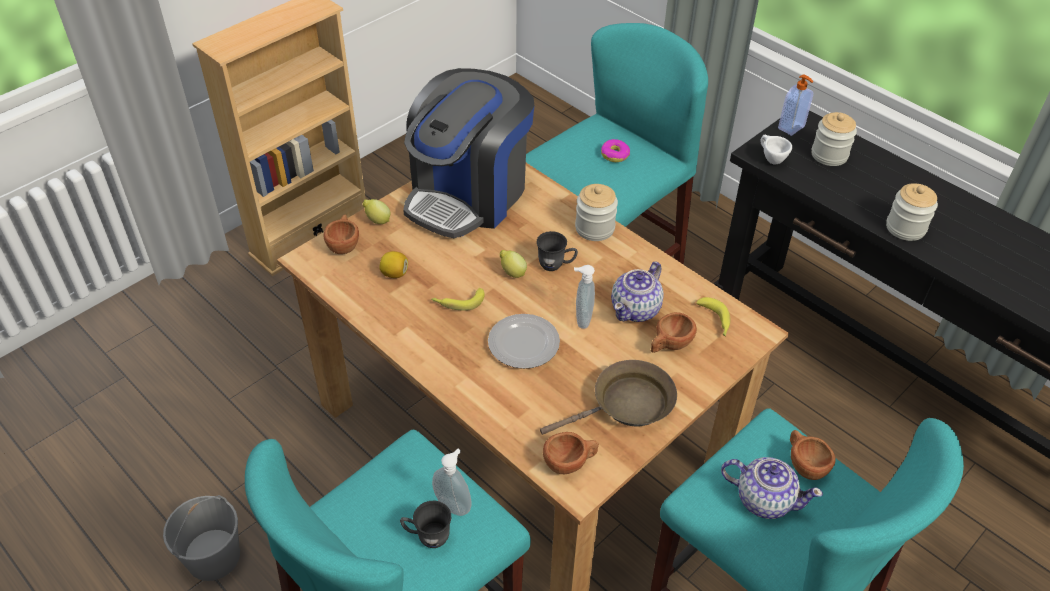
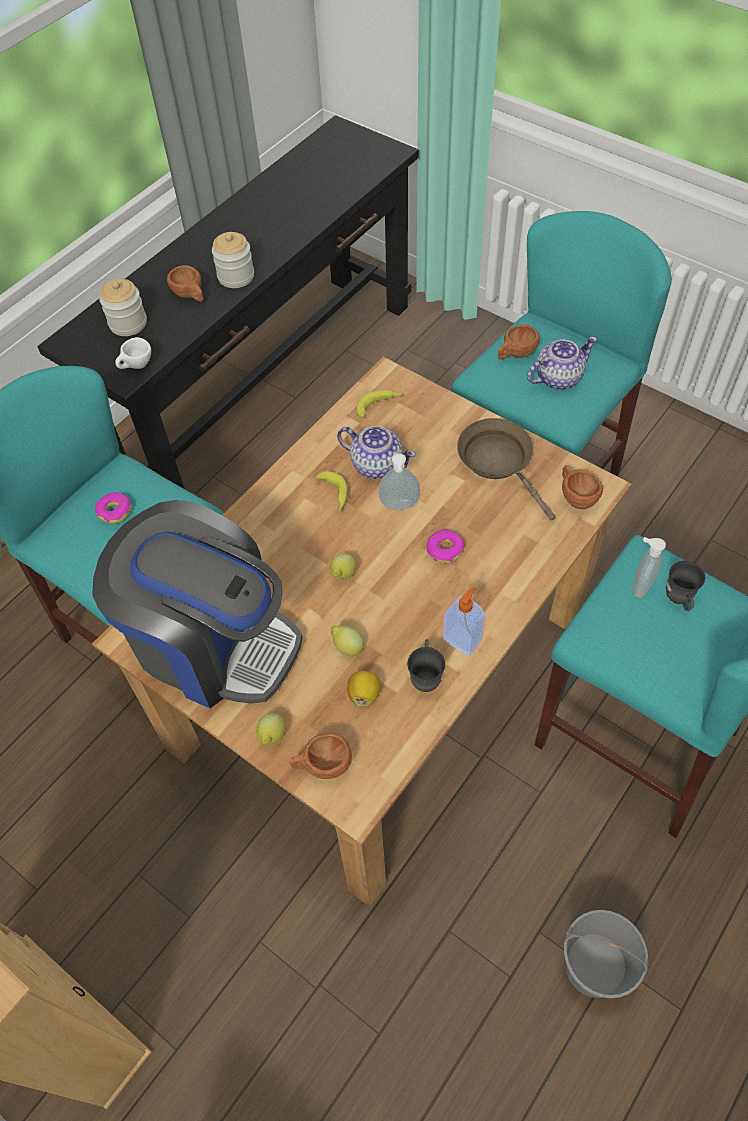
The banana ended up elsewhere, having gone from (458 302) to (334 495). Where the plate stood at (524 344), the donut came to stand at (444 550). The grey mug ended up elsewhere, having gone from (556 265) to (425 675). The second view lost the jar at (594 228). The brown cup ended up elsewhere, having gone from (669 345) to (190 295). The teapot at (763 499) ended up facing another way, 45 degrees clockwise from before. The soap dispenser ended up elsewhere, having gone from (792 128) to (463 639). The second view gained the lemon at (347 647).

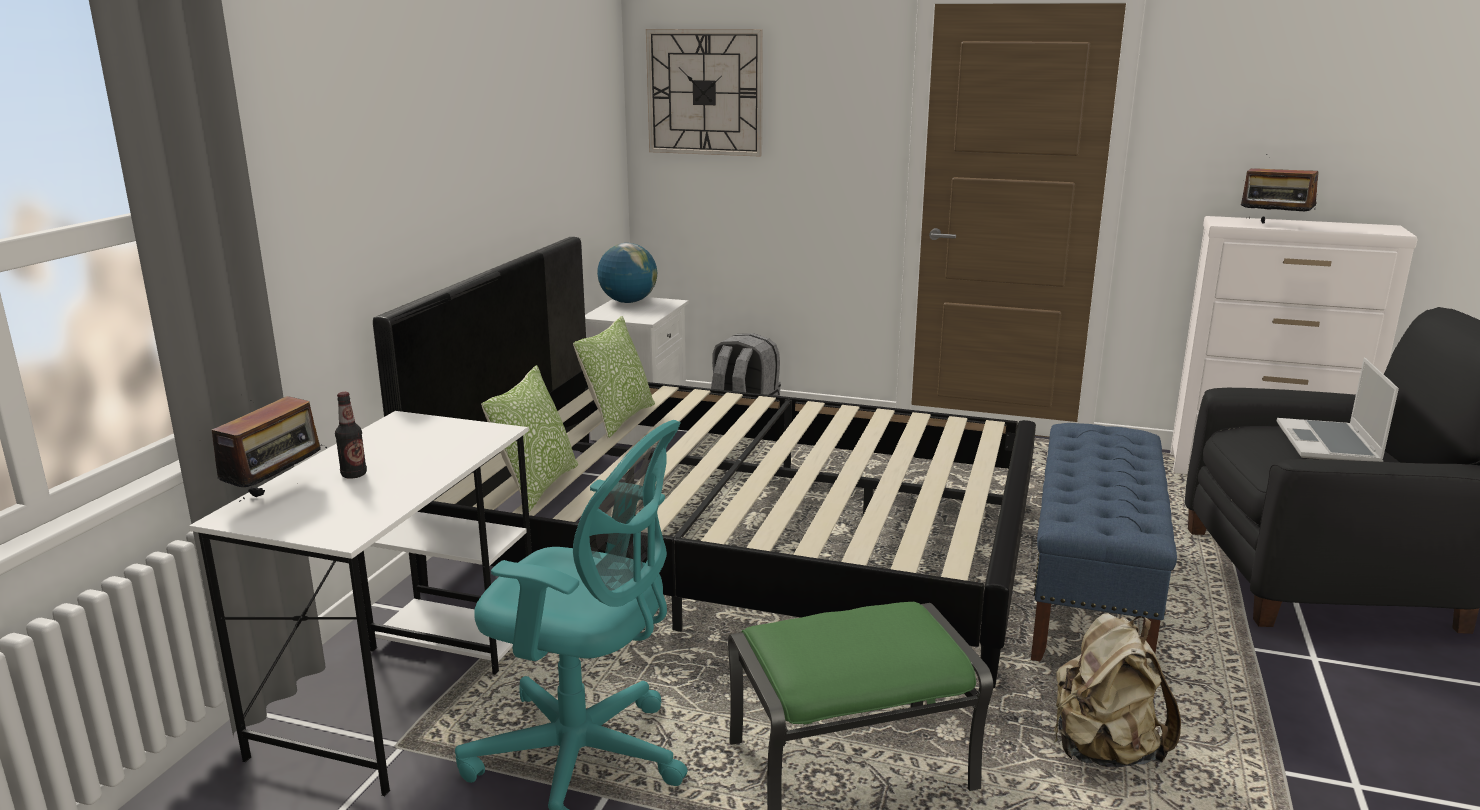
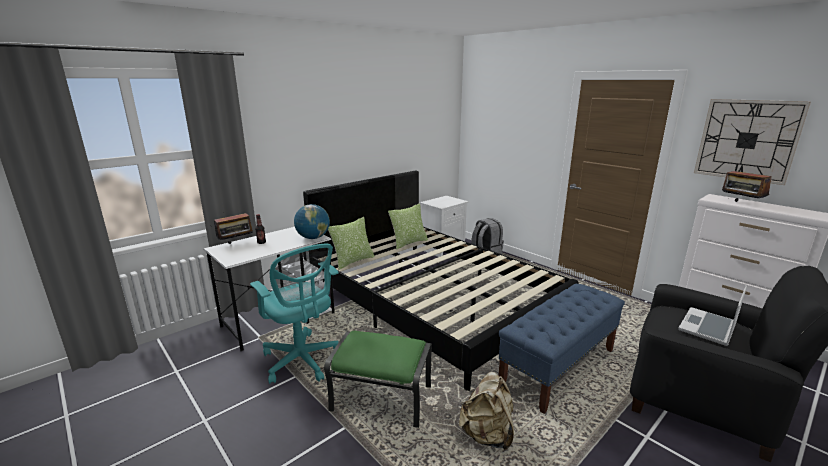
The globe ended up elsewhere, having gone from (628 302) to (313 238). The wall clock ended up elsewhere, having gone from (705 92) to (747 140).

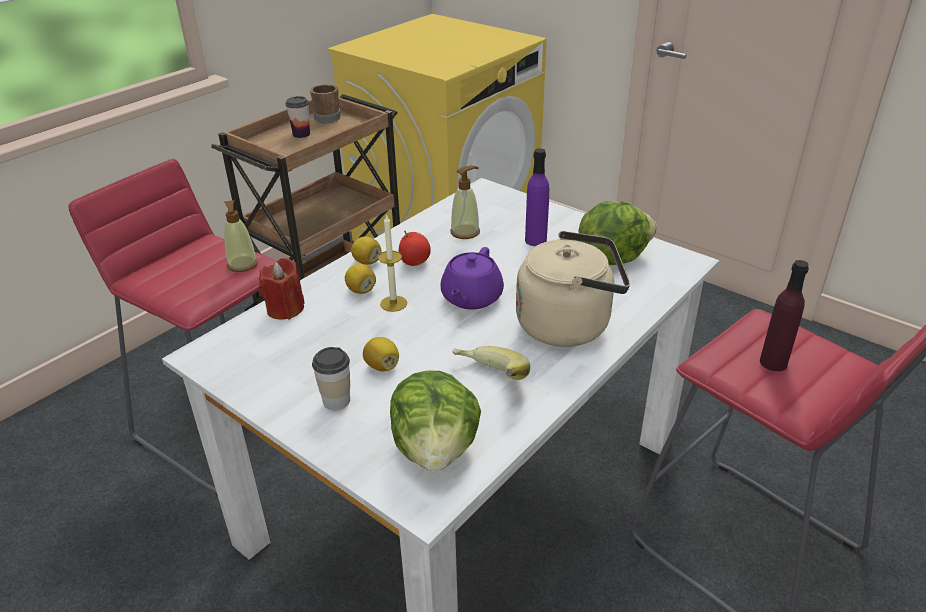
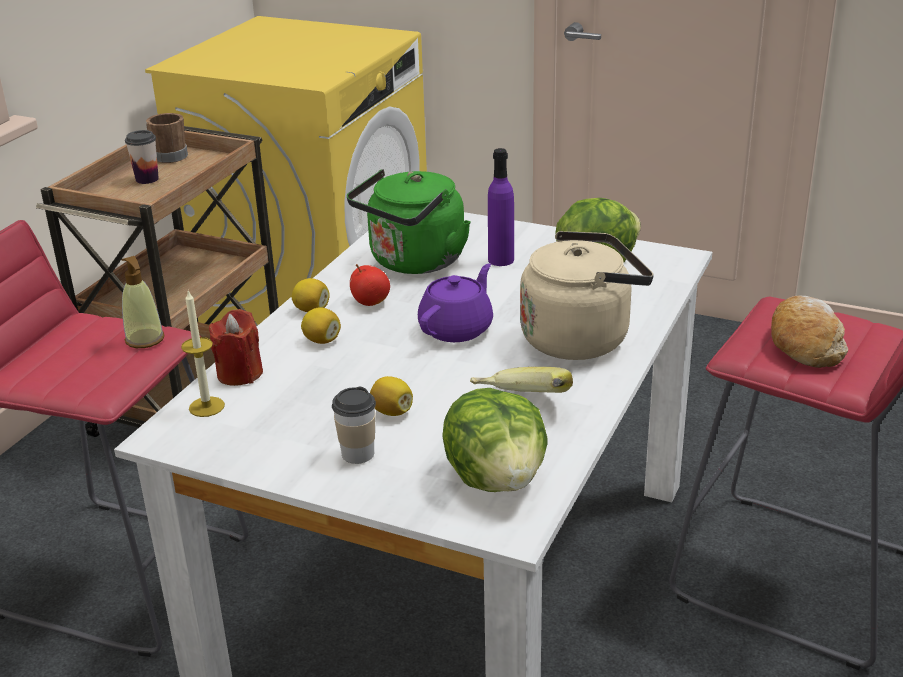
The candle ended up elsewhere, having gone from (393 303) to (206 407). The purple teapot at (471 298) ended up facing another way, 150 degrees counterclockwise from before. Where the soap dispenser stood at (465 232), the green kettle came to stand at (414 262). Where the purple bottle stood at (773 362), the bread came to stand at (804 344).

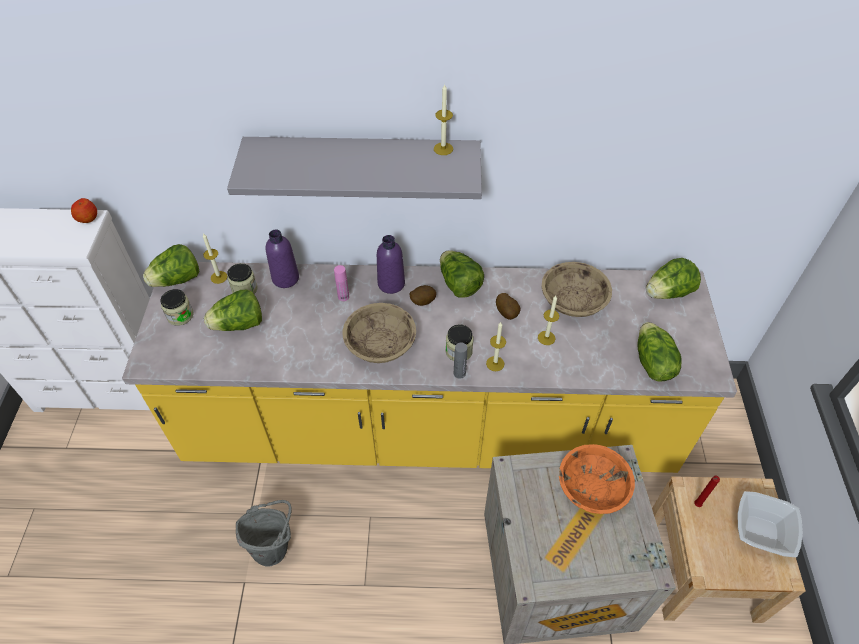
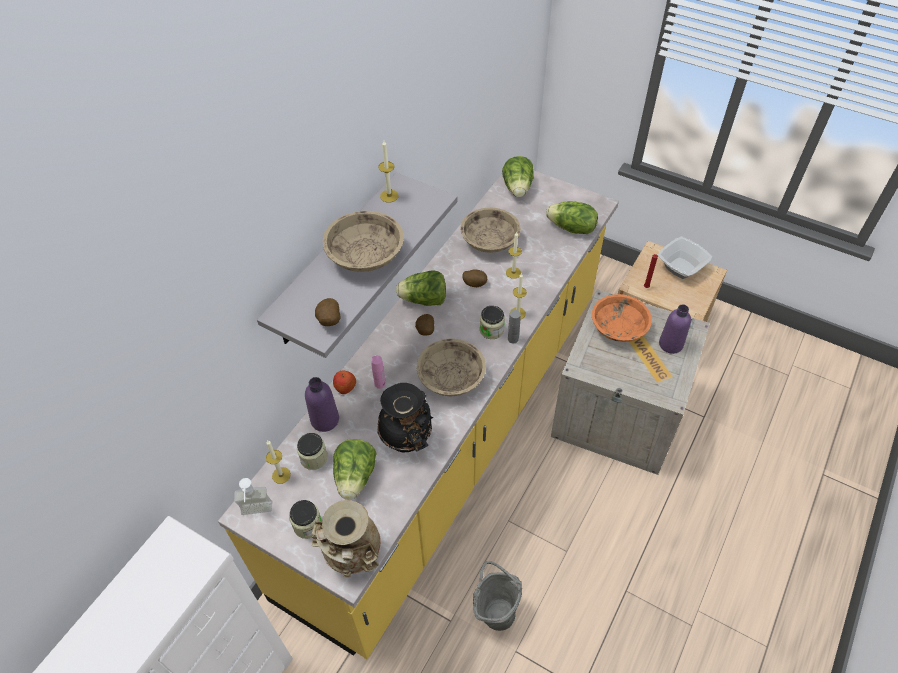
The apple ended up elsewhere, having gone from (87 218) to (345 387). Where the lettuce stood at (177 280), the soap dispenser came to stand at (256 514). The purple bottle ended up elsewhere, having gone from (391 284) to (670 344). The second view gained the beige vase at (353 557). The second view gained the potato at (329 321). The second view gained the beige bowl at (366 256). The second view gained the black vase at (408 439).

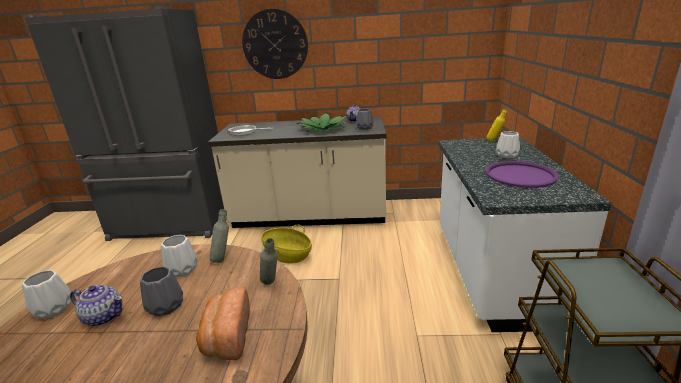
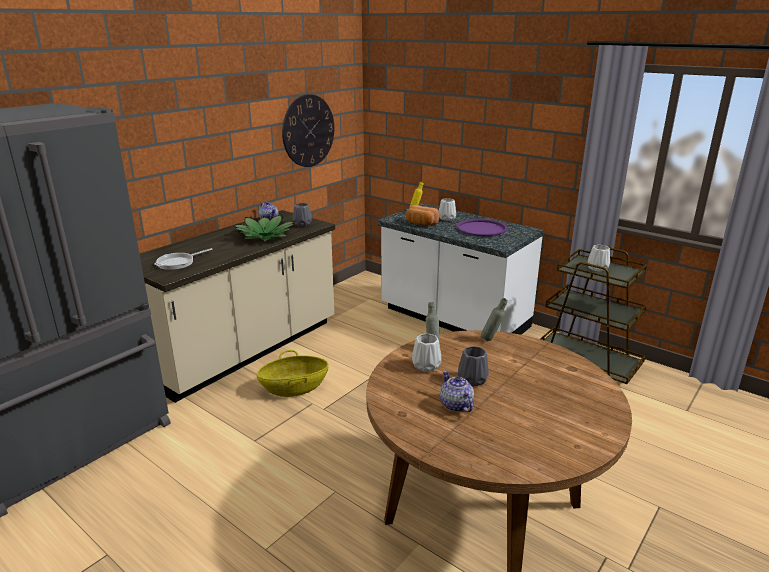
The white vase ended up elsewhere, having gone from (54 308) to (597 268). The teapot at (104 316) ended up facing another way, 75 degrees counterclockwise from before. The bread ended up elsewhere, having gone from (226 337) to (421 224). The wall clock ended up elsewhere, having gone from (275 44) to (308 131).

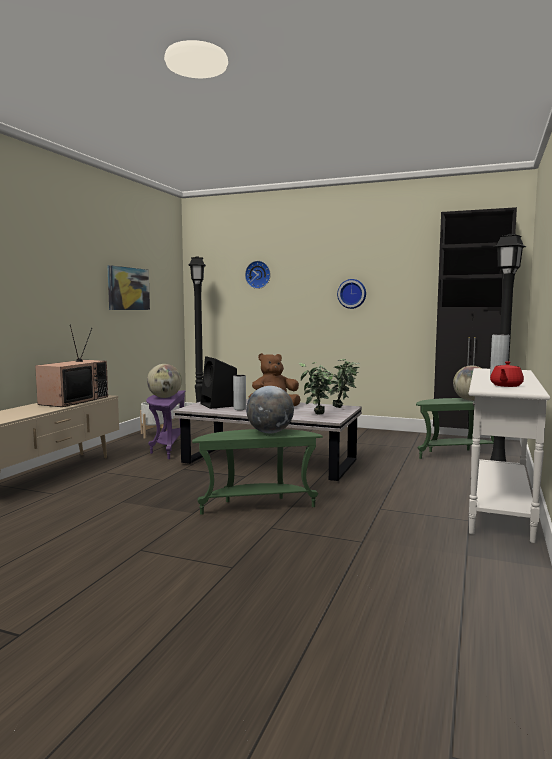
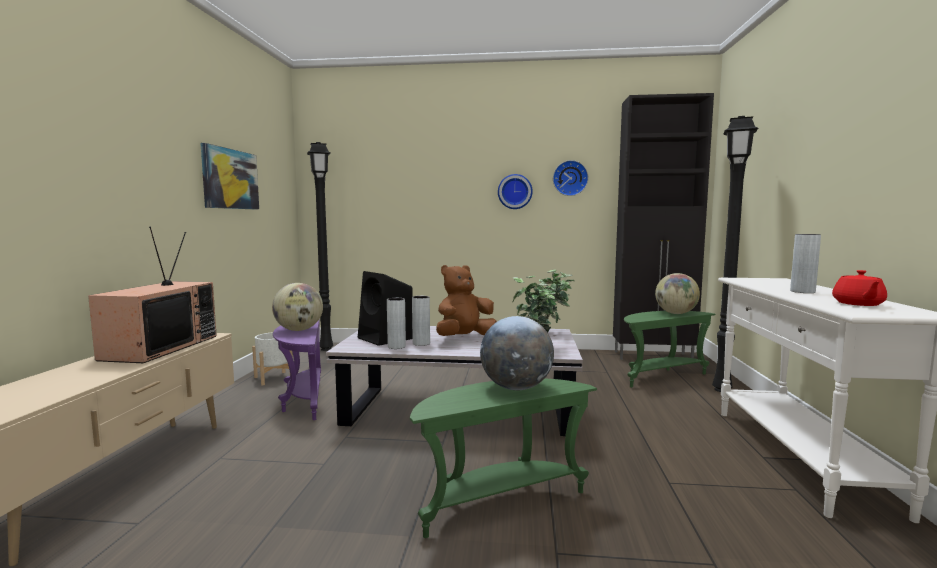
The wall clock ended up elsewhere, having gone from (258 274) to (570 178). The second view gained the grey vase at (396 347).

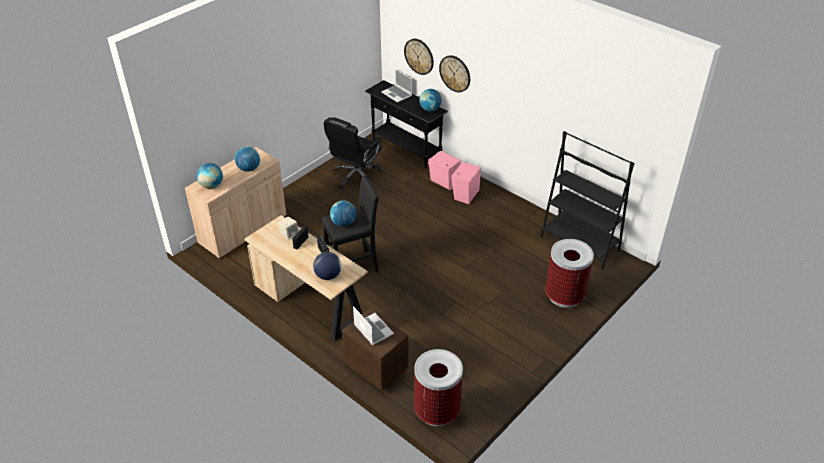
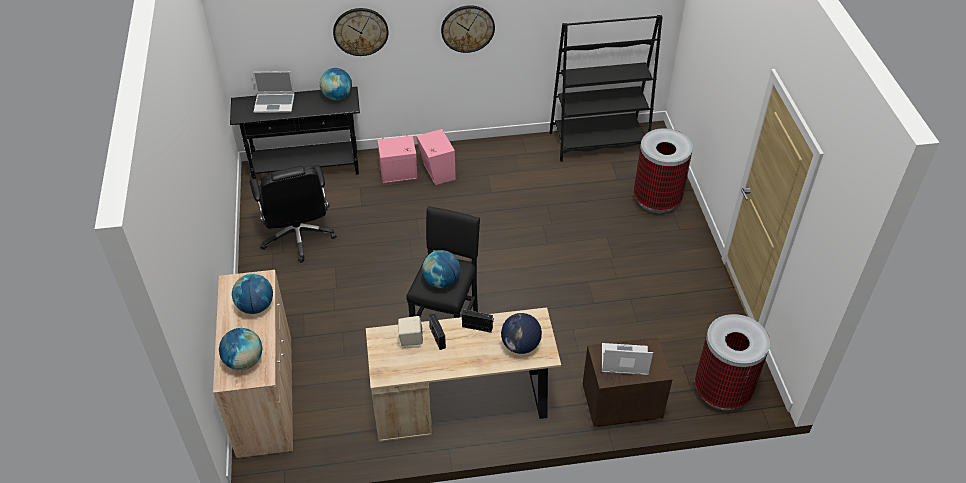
The wall clock ended up elsewhere, having gone from (419 56) to (467 28).

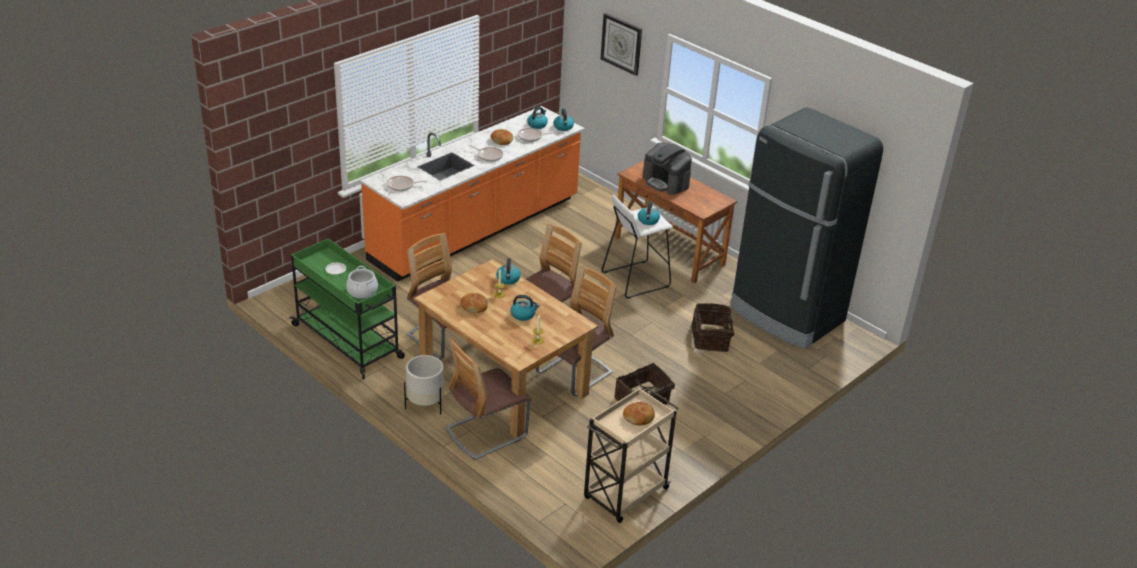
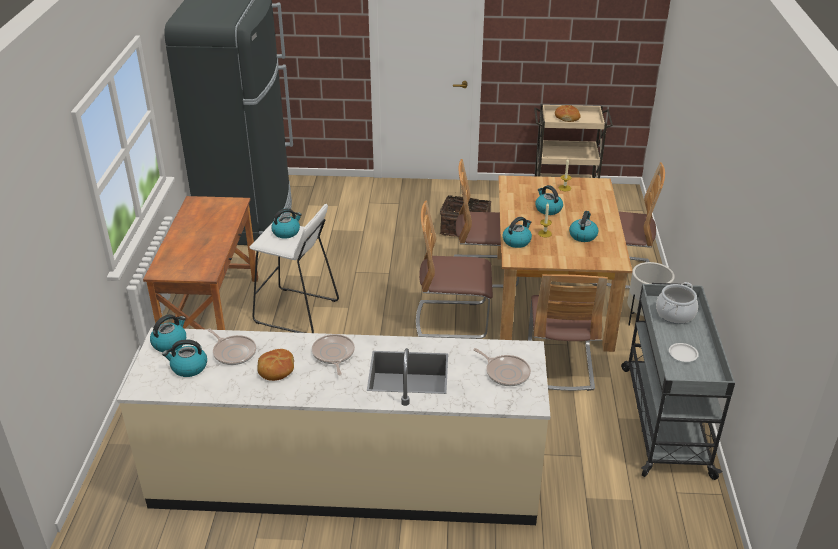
What was the green cart at (348 342) turned into the grey cart at (665 419). What was the orange counter at (476 230) turned into the beige counter at (346 478). Where the bread stood at (474 306), the kettle came to stand at (583 235). The second view lost the wall clock at (621 44). The second view lost the coffee machine at (666 182). The second view lost the basket at (711 338).

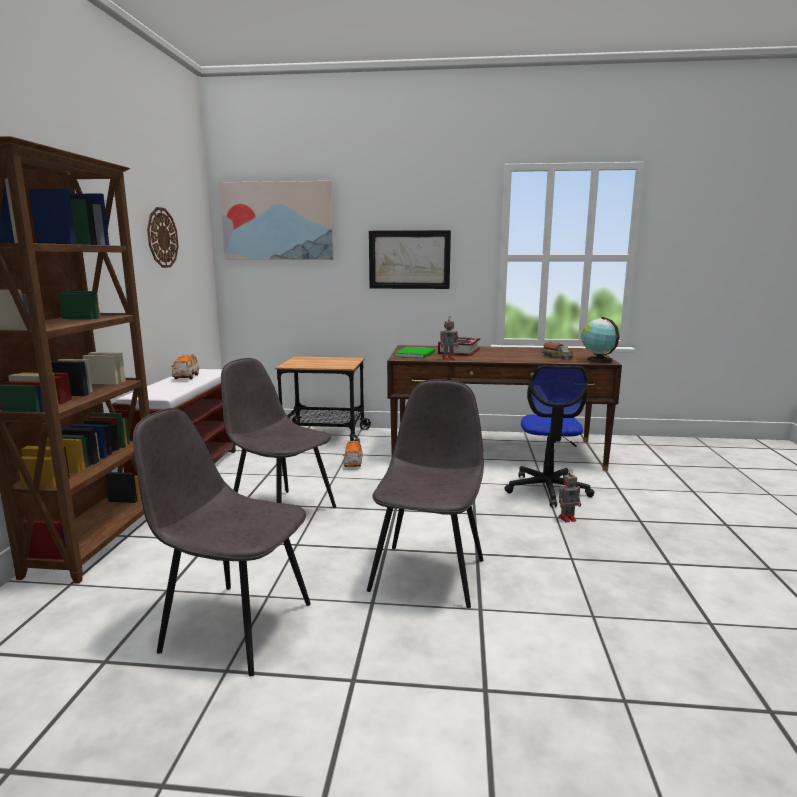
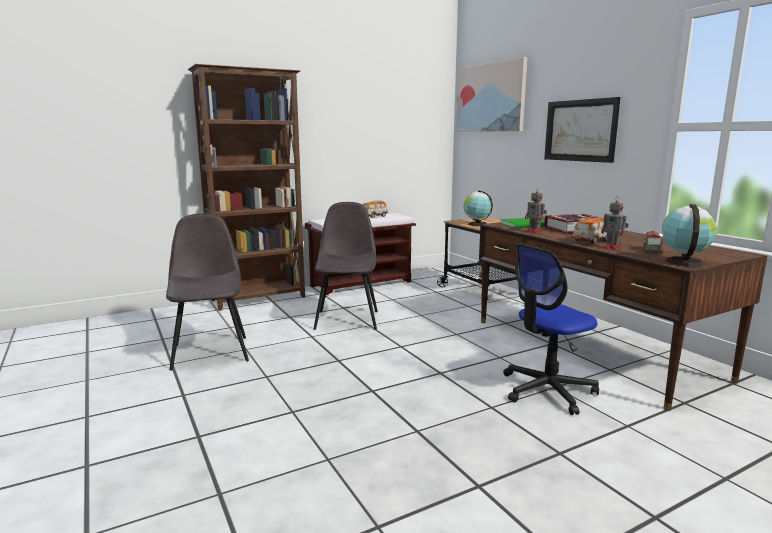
The second view lost the wall clock at (162 238). The toy car ended up elsewhere, having gone from (353 463) to (591 241). The second view lost the grey chair at (429 573). The toy robot ended up elsewhere, having gone from (568 518) to (612 247). The second view gained the globe at (476 224).

